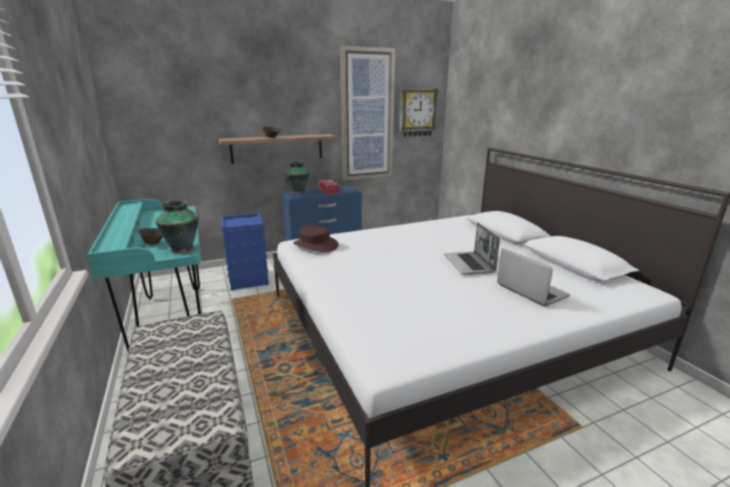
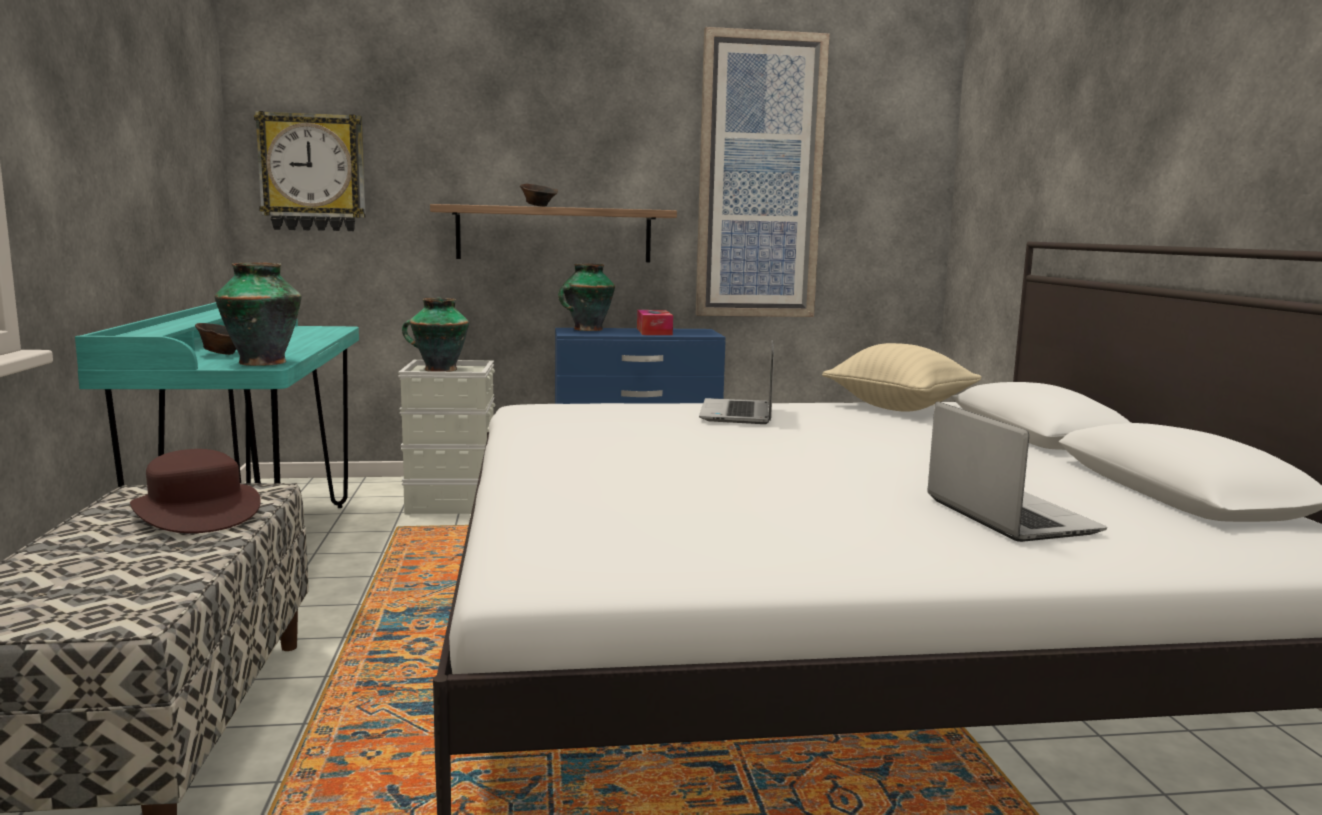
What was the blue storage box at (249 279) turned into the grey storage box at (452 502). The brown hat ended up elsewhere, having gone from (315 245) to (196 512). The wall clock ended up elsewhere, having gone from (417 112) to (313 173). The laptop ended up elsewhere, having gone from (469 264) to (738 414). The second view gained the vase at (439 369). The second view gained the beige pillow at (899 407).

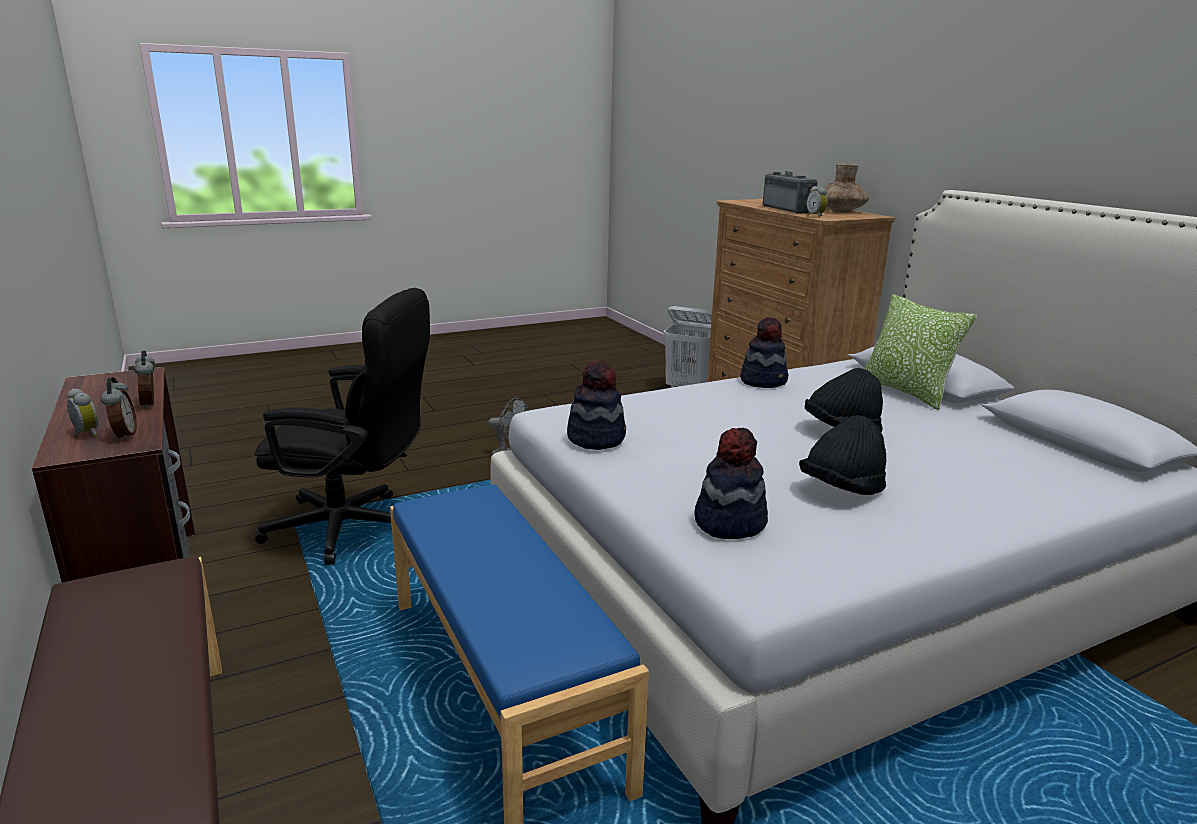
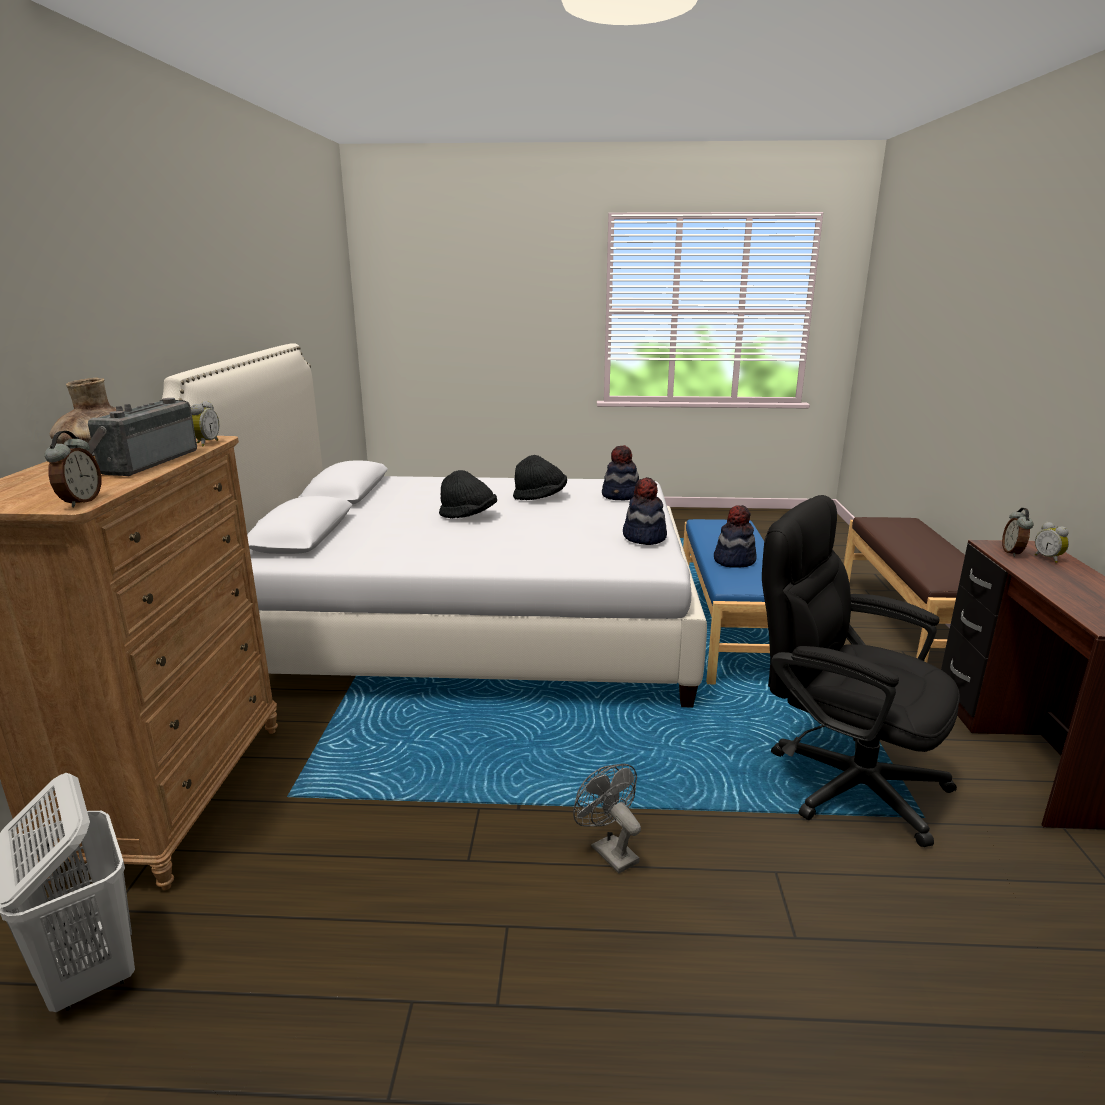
The alarm clock ended up elsewhere, having gone from (151 404) to (80 502). The hat ended up elsewhere, having gone from (764 381) to (734 560). The second view lost the pillow at (906 392).

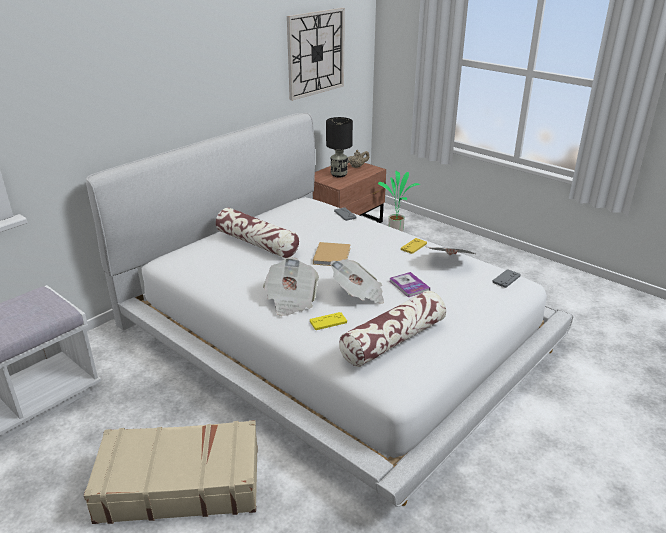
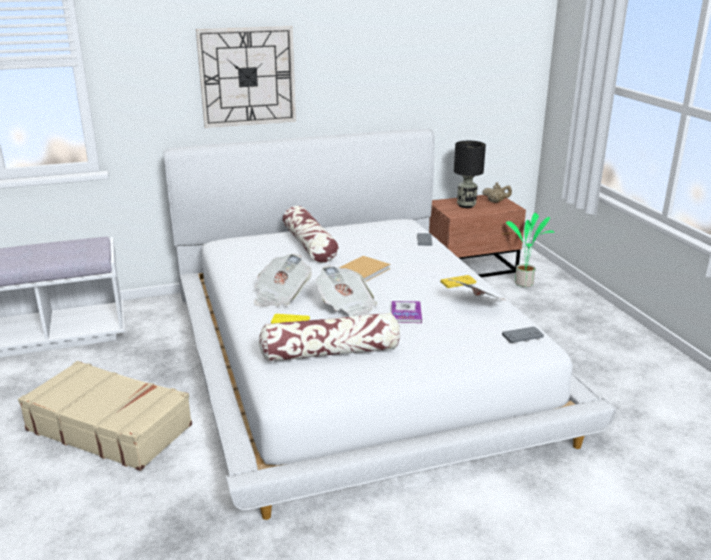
The wall clock ended up elsewhere, having gone from (316 53) to (247 76).

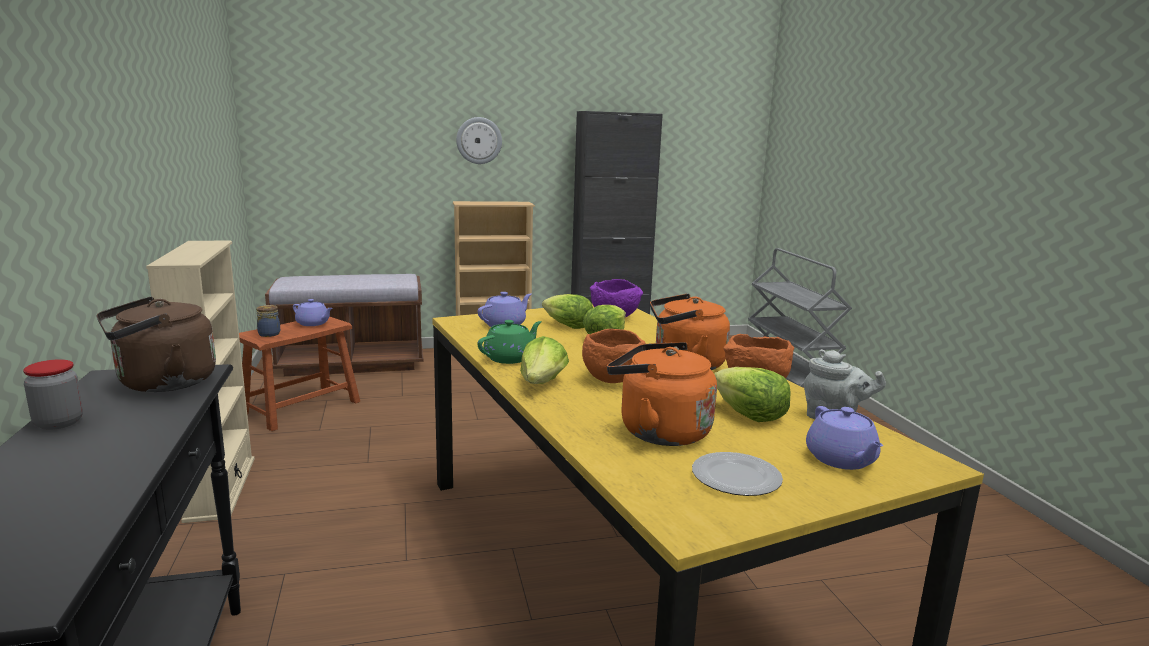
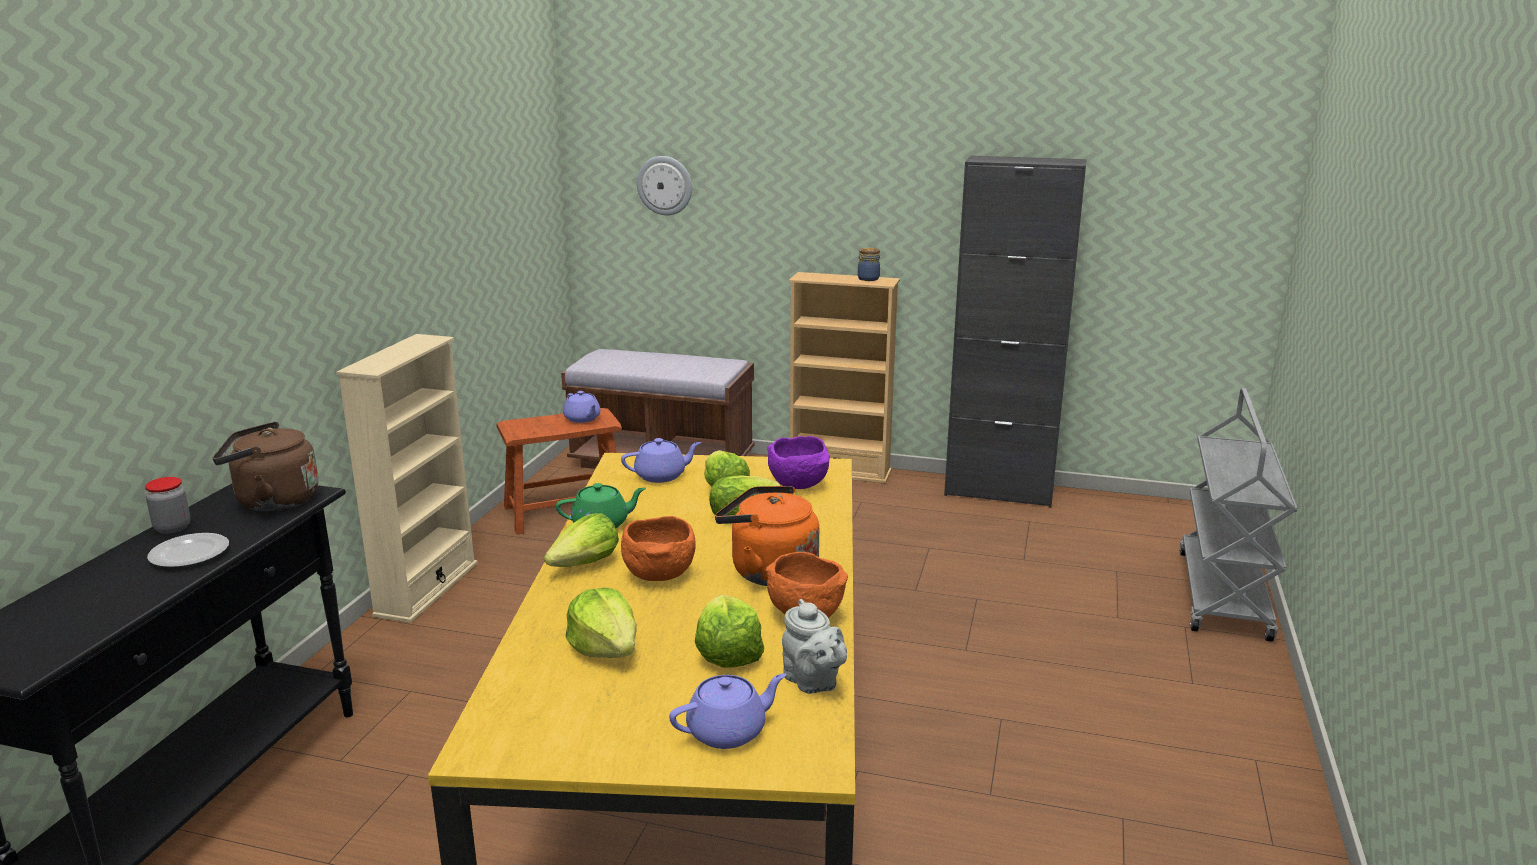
The jar ended up elsewhere, having gone from (269 334) to (868 278). The wall clock ended up elsewhere, having gone from (479 140) to (665 185). Where the orange kettle stood at (658 431), the lettuce came to stand at (606 649). The plate ended up elsewhere, having gone from (737 478) to (190 554). The purple teapot at (841 460) ended up facing another way, 135 degrees counterclockwise from before.

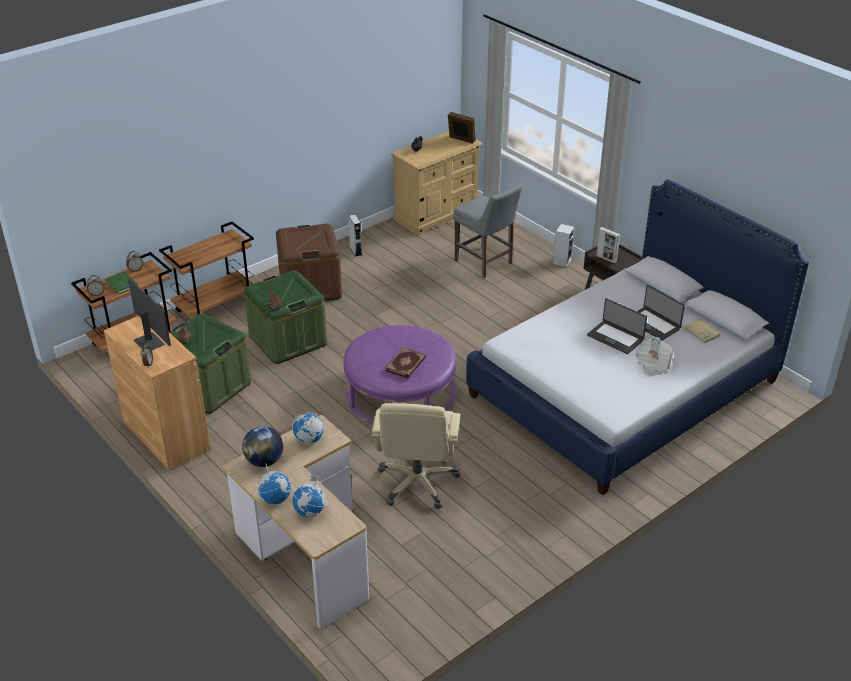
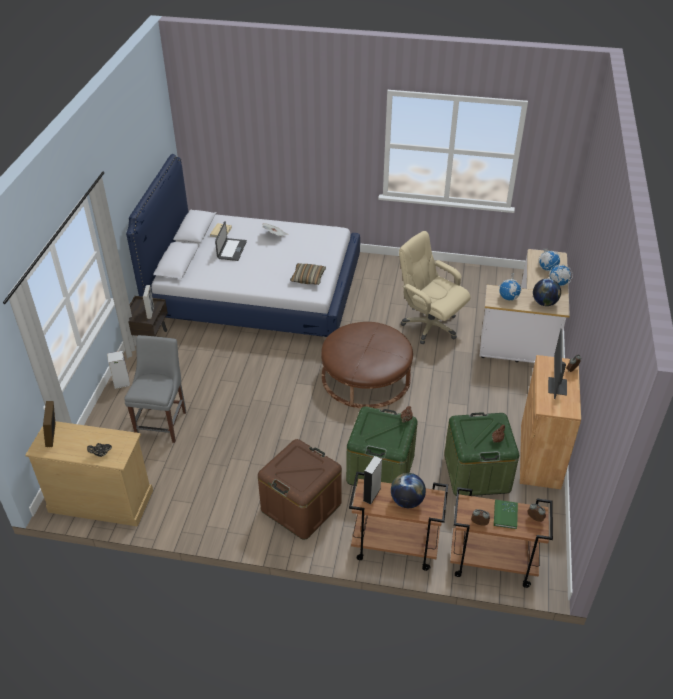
What was the purple ottoman at (400 392) turned into the brown ottoman at (366 376). The grey speaker ended up elsewhere, having gone from (355 251) to (372 494). The beige office chair at (417 482) ended up facing another way, 105 degrees counterclockwise from before. The second view lost the book at (406 364). The second view lost the laptop at (615 337). The second view gained the pillow at (308 278). The second view gained the globe at (407 501).

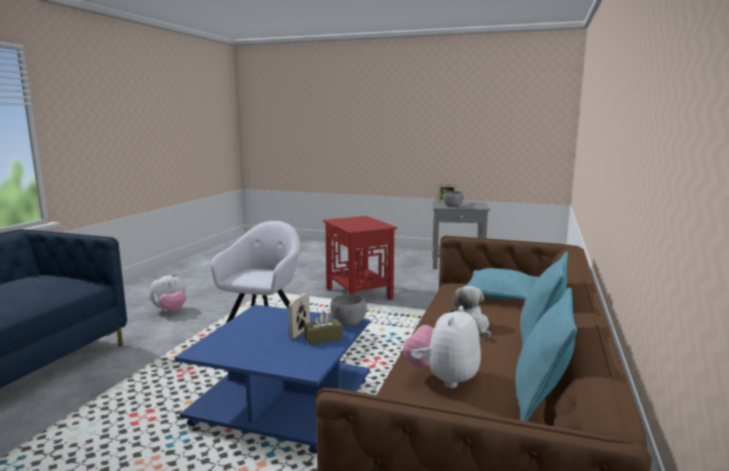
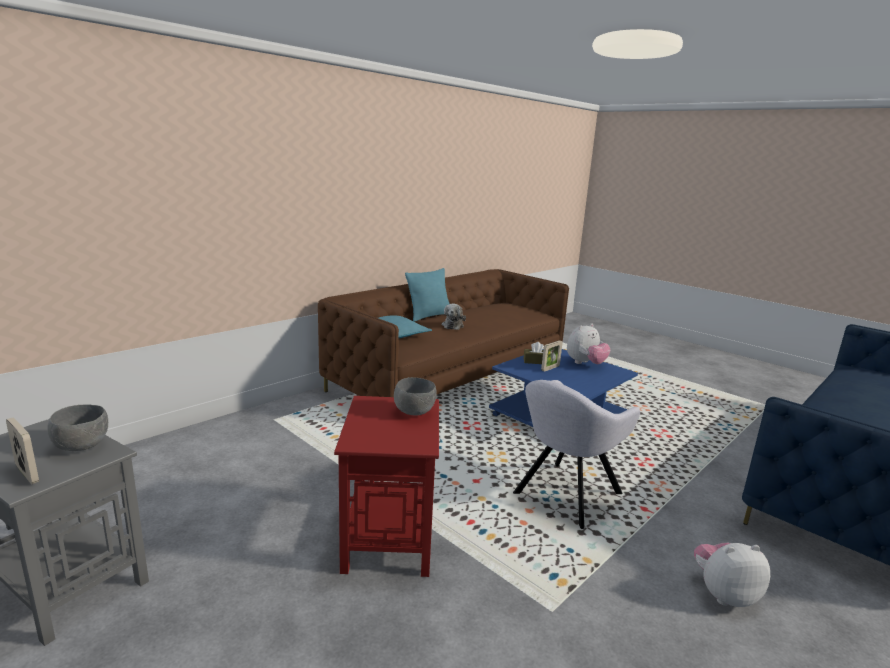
The grey bowl ended up elsewhere, having gone from (348 323) to (415 412). The plush toy ended up elsewhere, having gone from (443 379) to (585 364). The second view lost the turquoise pillow at (540 402).

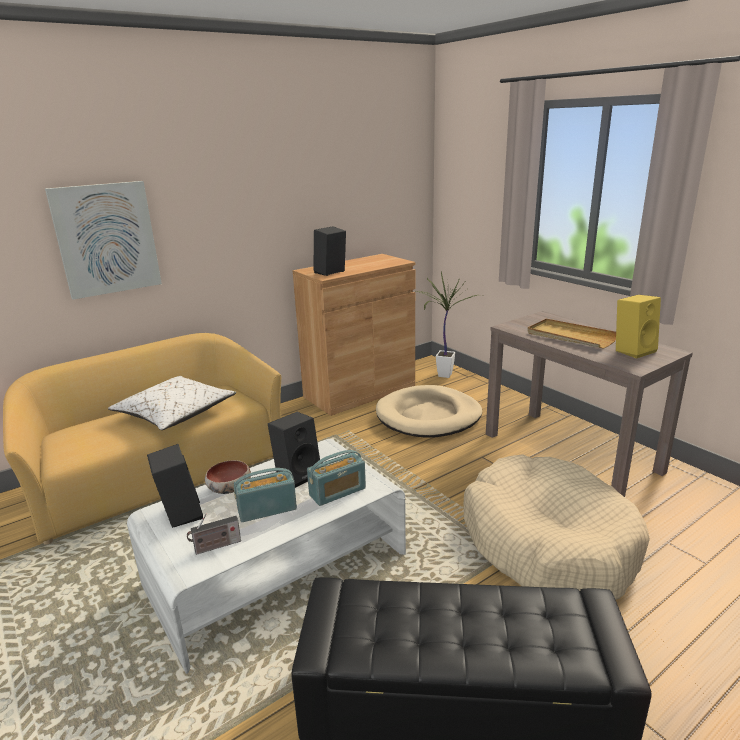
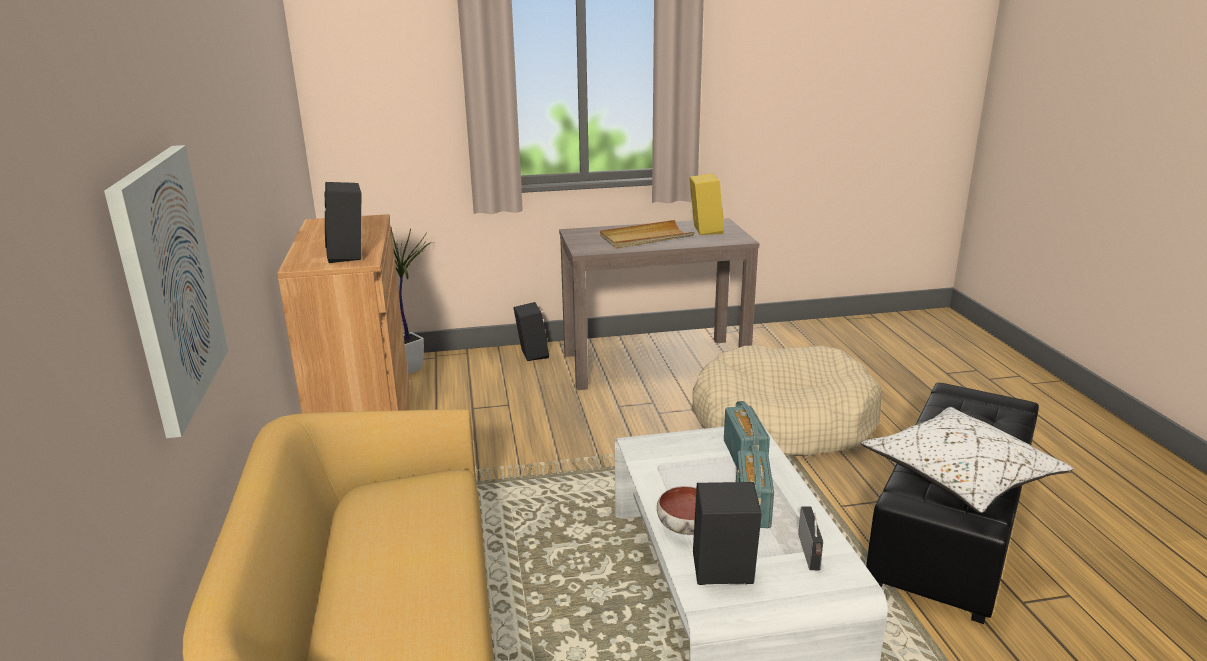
The white pillow ended up elsewhere, having gone from (175 414) to (960 476). The black speaker ended up elsewhere, having gone from (298 474) to (531 354). The second view lost the beige dog bed at (428 416).

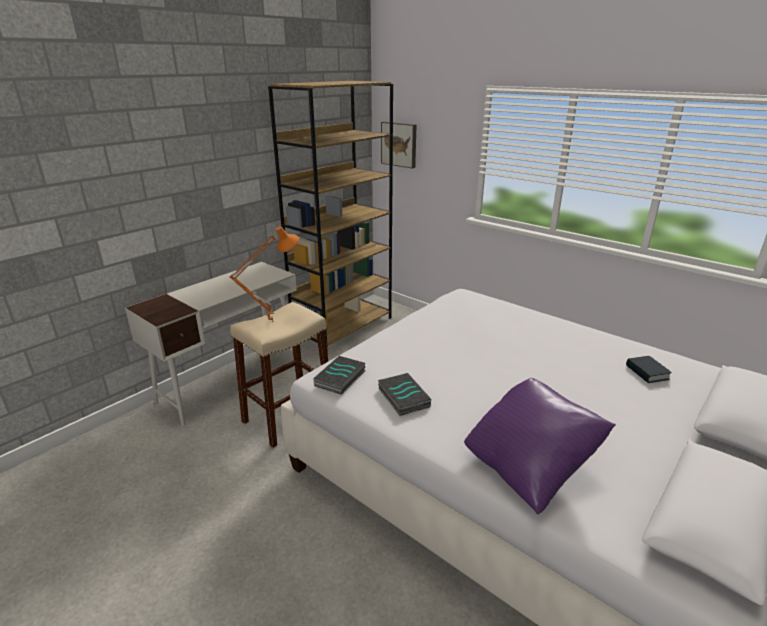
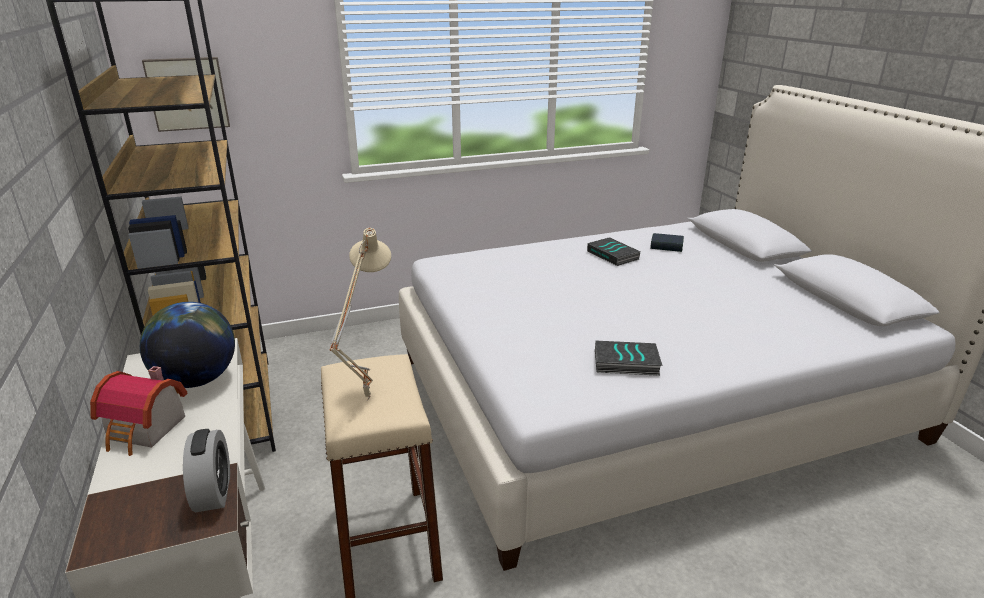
What was the orange table lamp at (271 321) turned into the beige table lamp at (365 398). The book ended up elsewhere, having gone from (341 379) to (614 255). The second view lost the purple pillow at (529 467). The second view gained the toy house at (145 430). The second view gained the globe at (197 380). The second view gained the alarm clock at (213 492).

